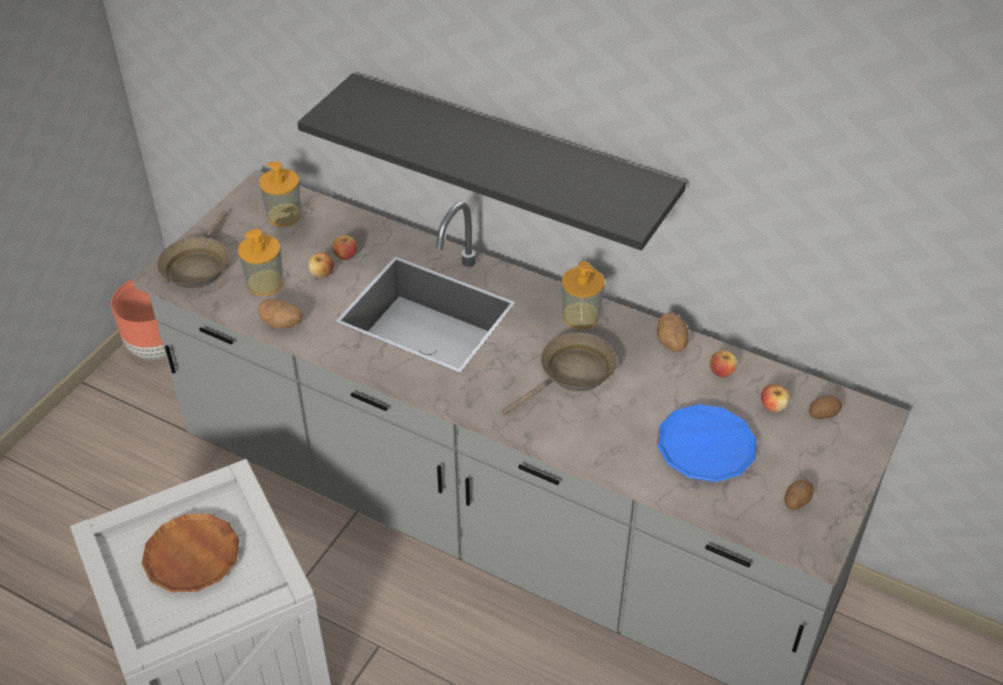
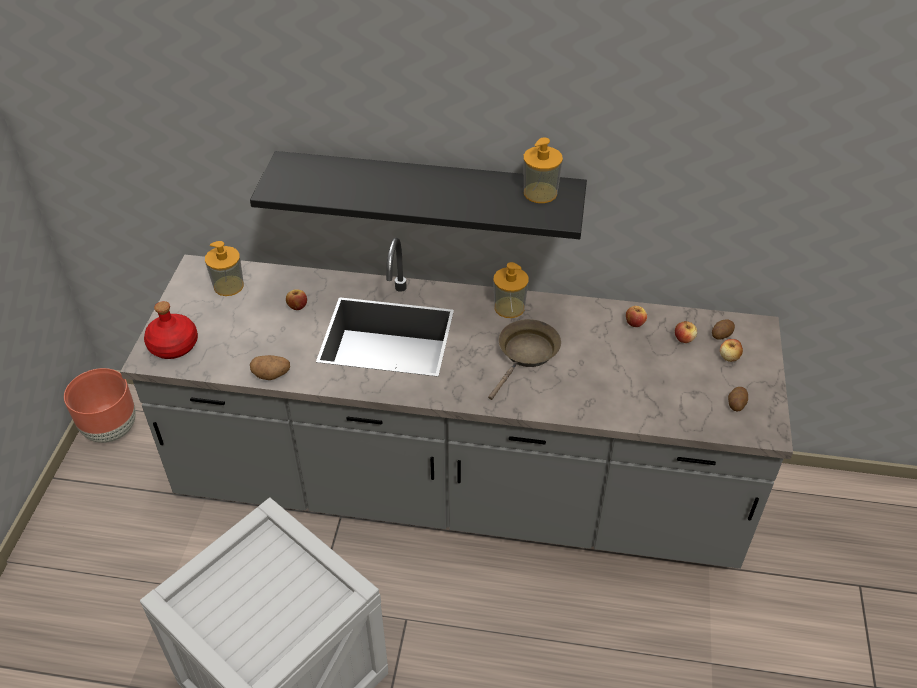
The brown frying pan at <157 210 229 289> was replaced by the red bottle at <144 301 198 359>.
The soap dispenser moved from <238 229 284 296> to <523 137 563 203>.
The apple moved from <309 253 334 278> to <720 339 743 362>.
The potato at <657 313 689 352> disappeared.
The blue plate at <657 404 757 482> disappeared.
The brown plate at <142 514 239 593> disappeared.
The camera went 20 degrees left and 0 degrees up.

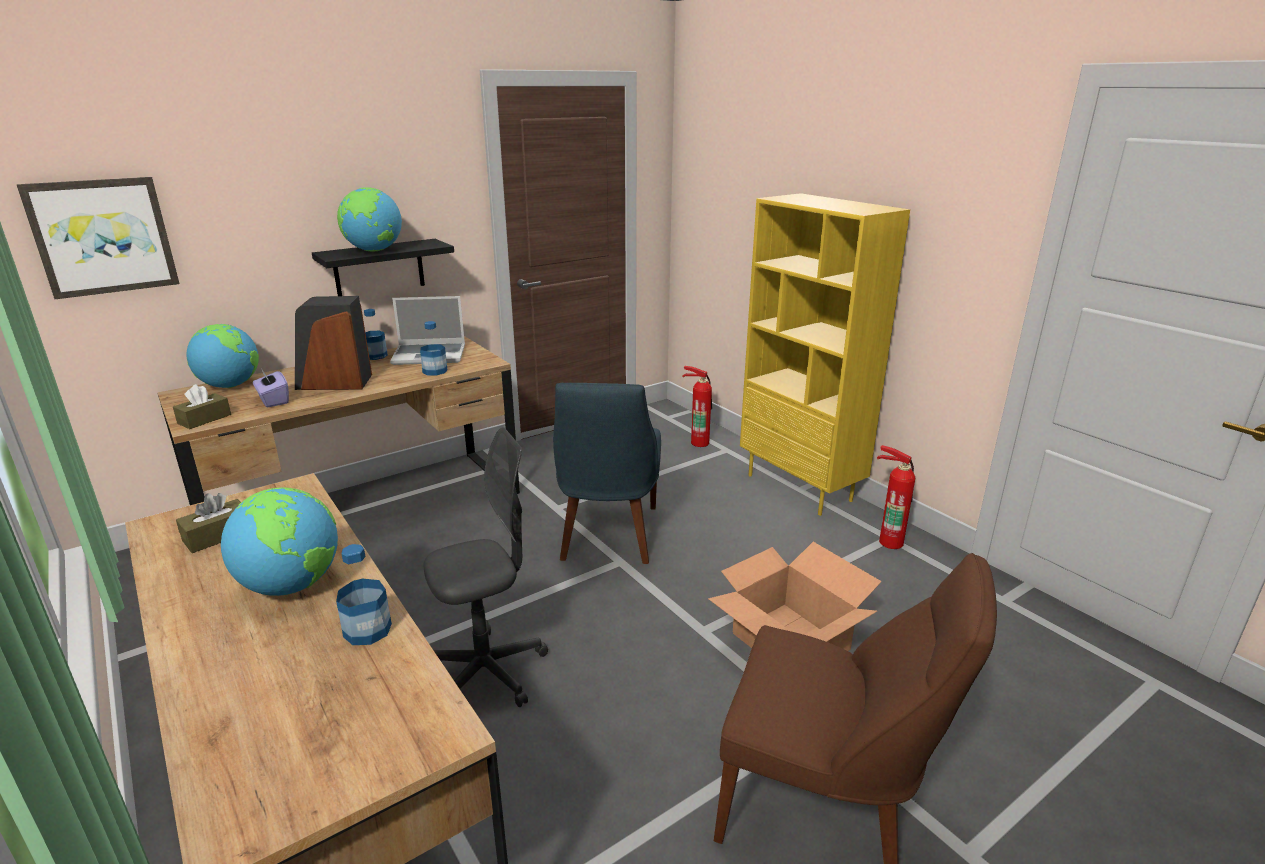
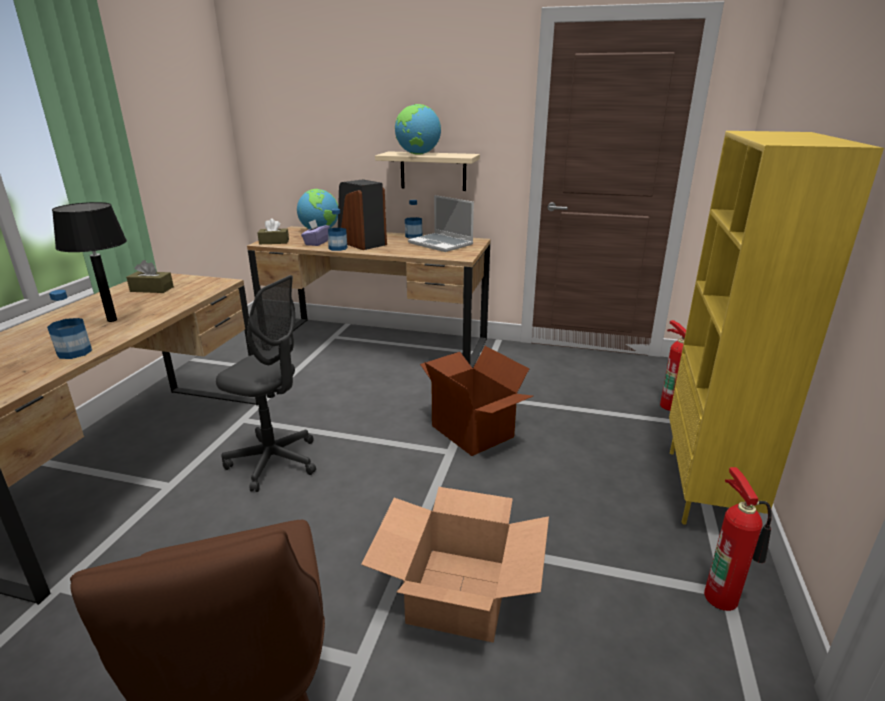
The picture at <17 177 180 299> disappeared.
The black shelf at <312 239 454 296> became the beige shelf at <375 151 480 191>.
The bottle moved from <420 321 447 375> to <328 209 348 251>.
The blue chair at <553 383 661 564> was replaced by the cardboard box at <420 346 533 456>.
The globe at <221 488 338 596> was replaced by the black table lamp at <52 202 127 322>.
The camera went 50 degrees right and 0 degrees up.

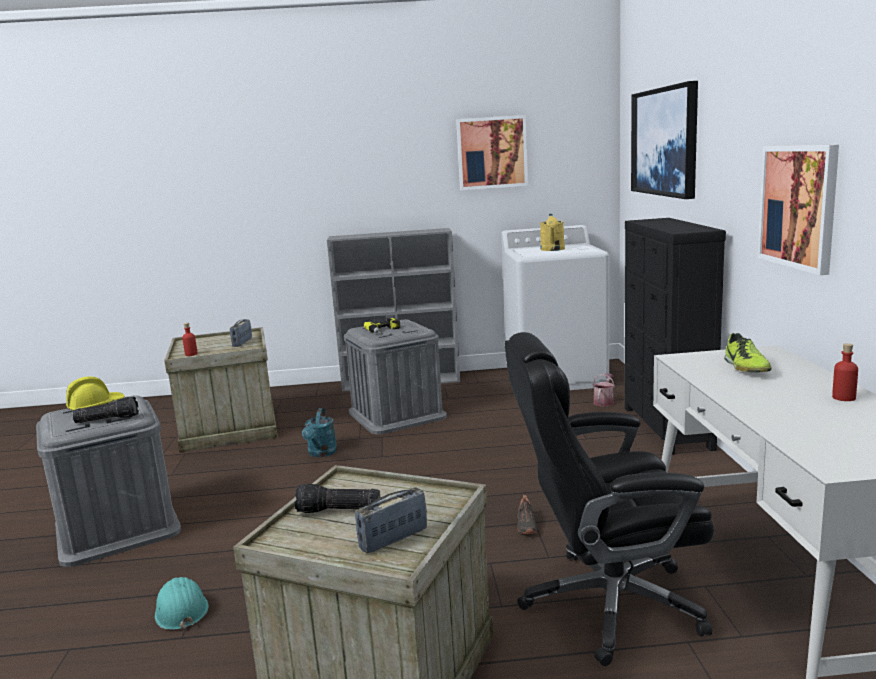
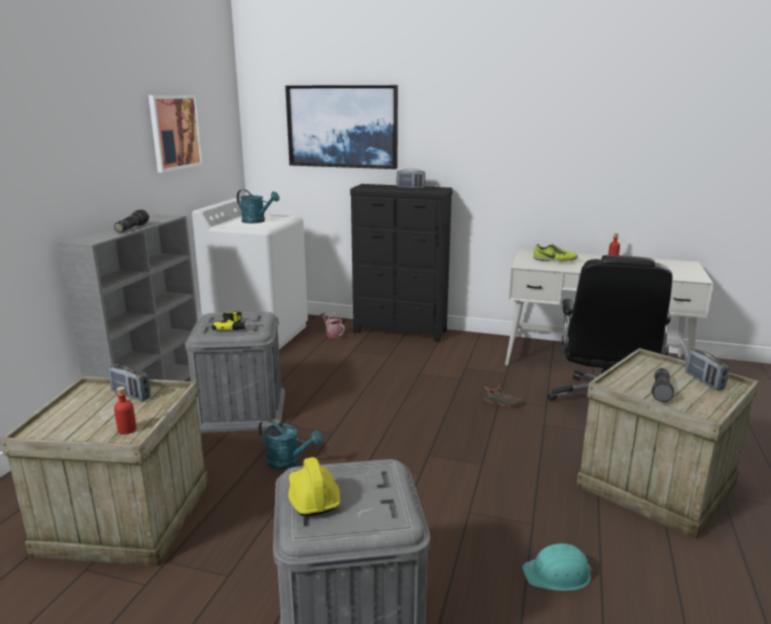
The picture at <757 145 839 275> disappeared.
The yellow watering can at <540 214 565 251> became the turquoise watering can at <237 189 280 223>.
The flashlight moved from <72 397 139 423> to <114 210 149 233>.
The radio at <397 169 425 188> appeared.
The camera went 70 degrees left and 5 degrees up.

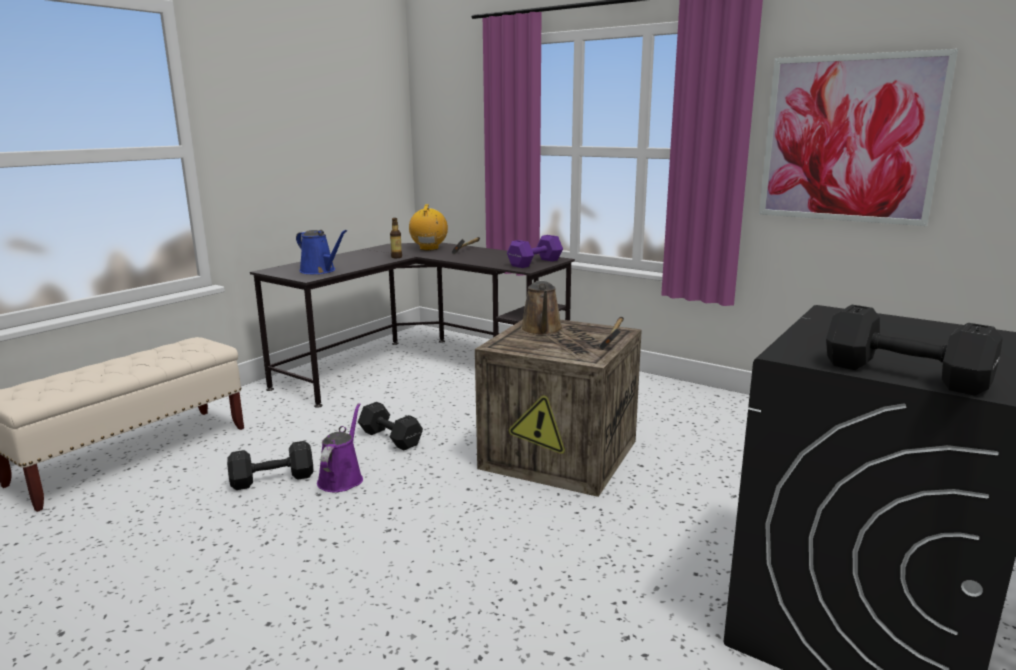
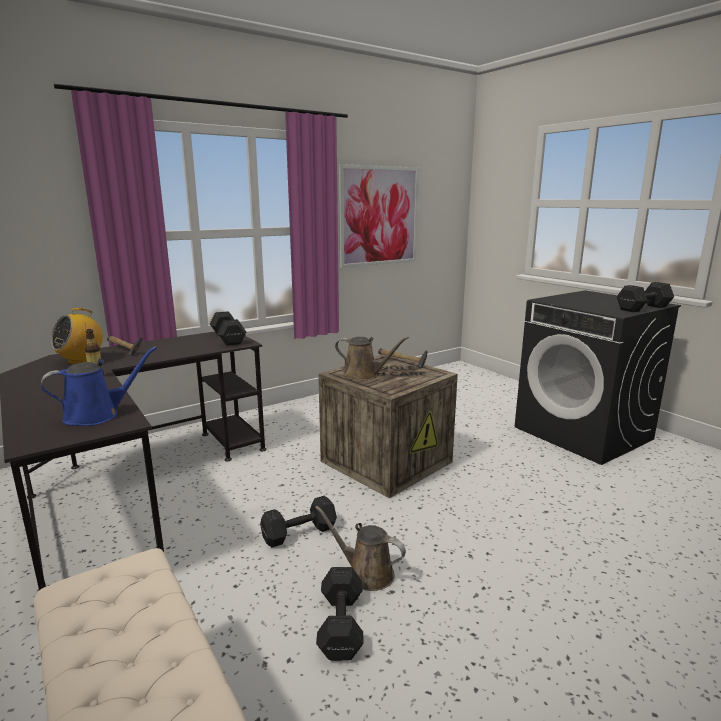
The radio at <409 204 448 251> turned 75 degrees counterclockwise.
The purple dumbbell at <507 235 563 268> became the black dumbbell at <210 311 246 346>.
The purple watering can at <317 403 363 492> became the brown watering can at <315 506 406 591>.
The camera went 70 degrees left and 0 degrees up.

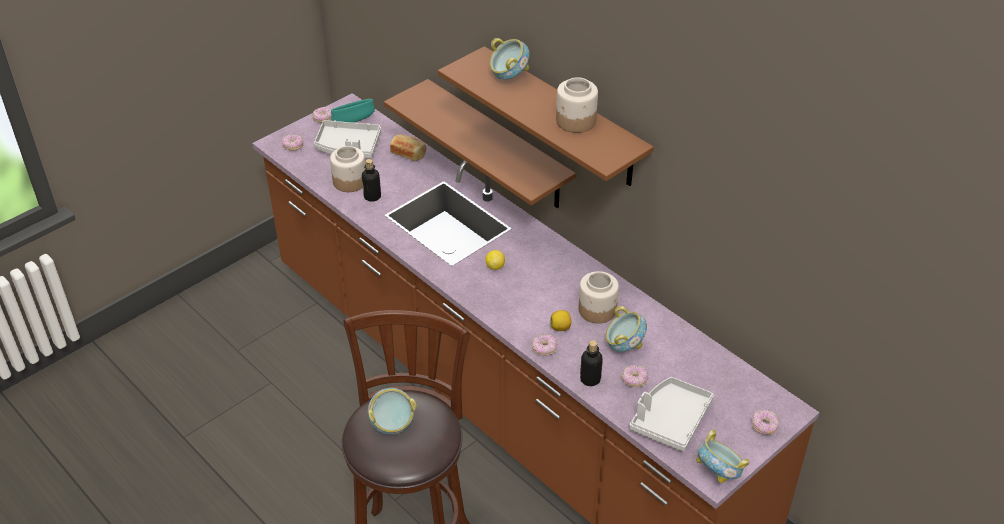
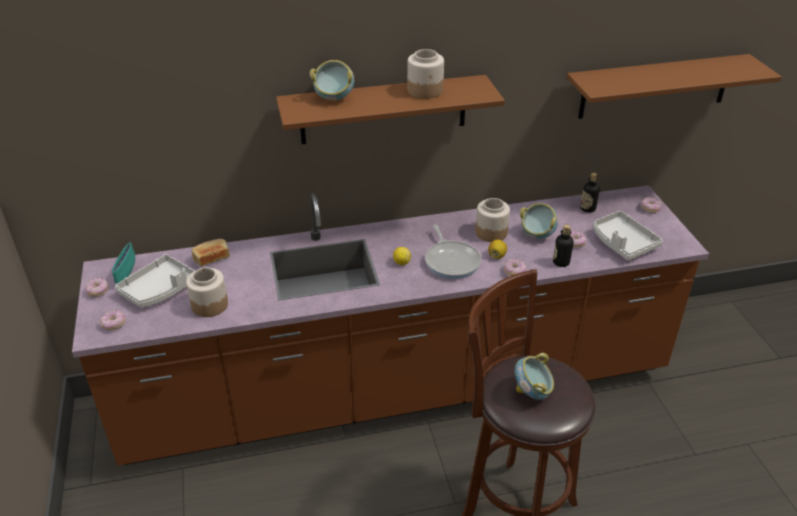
The brown shelf moved from <384 79 576 209> to <567 54 782 119>.
The bottle moved from <362 159 381 202> to <580 173 600 213>.
The bowl at <696 430 750 483> disappeared.
The frying pan at <425 224 481 279> appeared.
The camera went 60 degrees left and 5 degrees down.

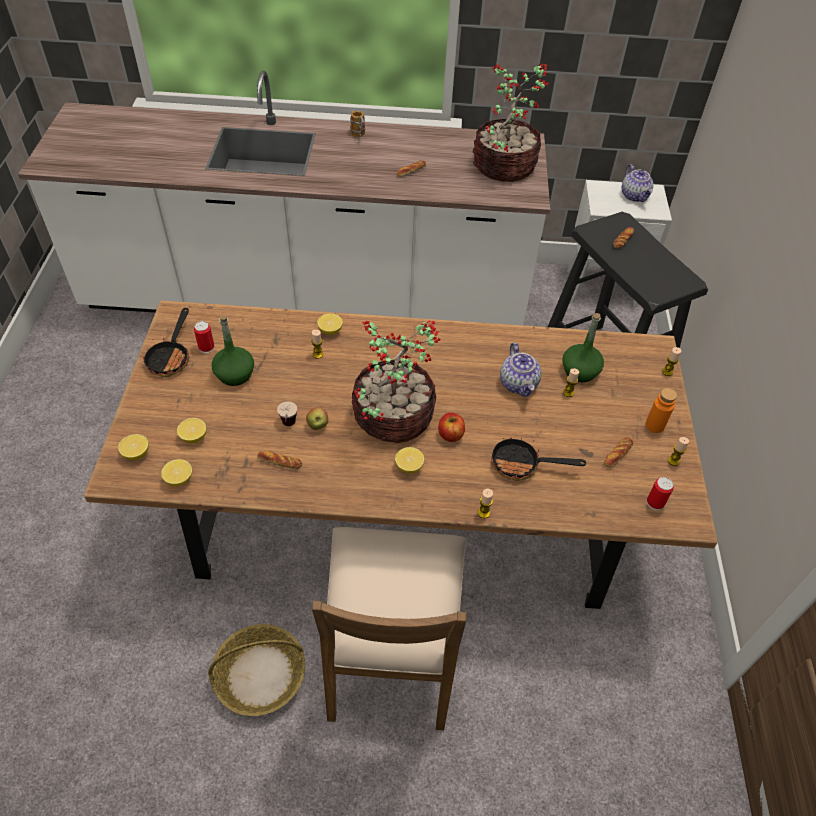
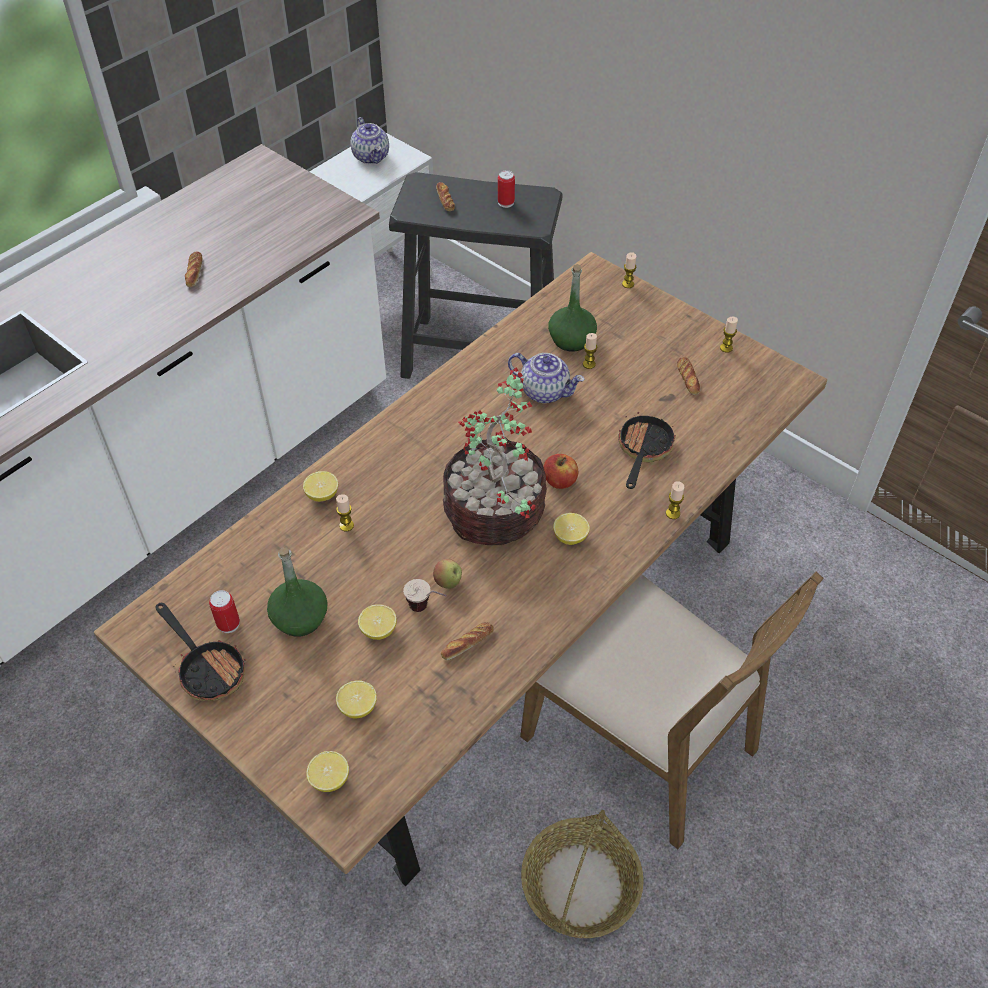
The potted plant at <473 63 549 182> disappeared.
The mug at <350 111 366 137> disappeared.
The teapot at <622 164 654 202> turned 45 degrees clockwise.
The orange bottle at <645 388 677 433> disappeared.
The frying pan at <491 438 586 481> turned 150 degrees clockwise.
The lemon moved from <161 459 192 486> to <358 604 397 640>.
The can moved from <647 477 674 510> to <498 170 515 208>.
The camera went 50 degrees left and 0 degrees up.

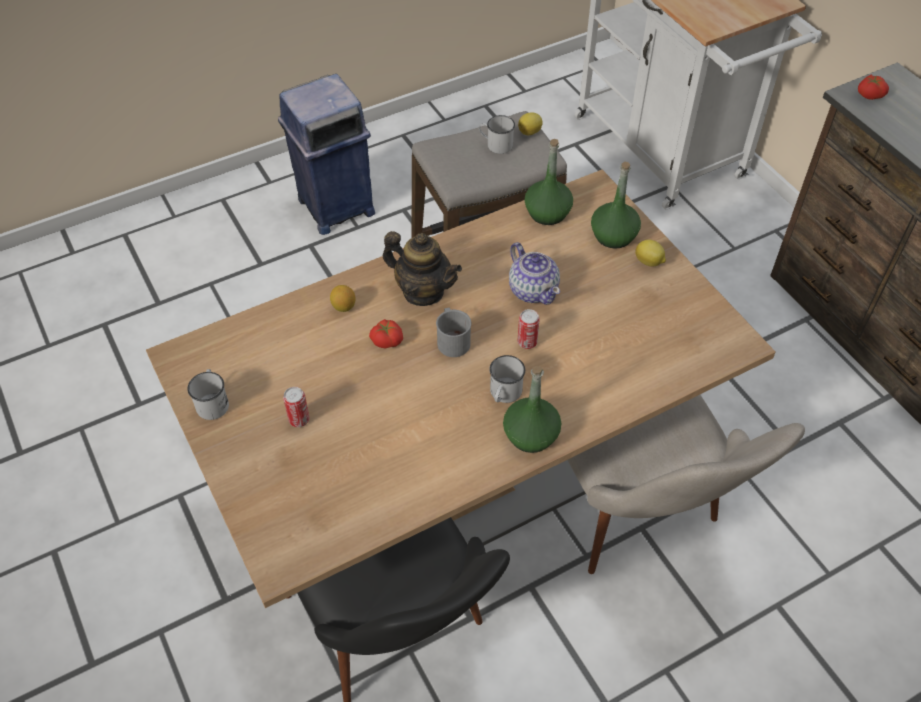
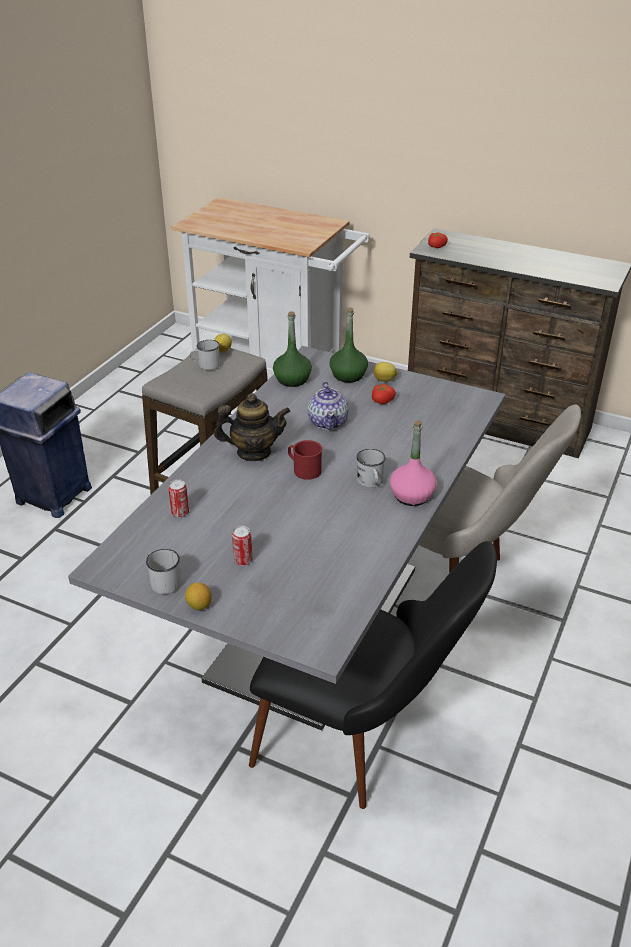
The brown dining table at <146 170 776 608> became the grey dining table at <68 346 506 730>.
The teapot at <509 242 560 305> turned 60 degrees clockwise.
The lemon moved from <330 285 355 312> to <185 582 212 610>.
The grey mug at <436 308 471 357> became the red mug at <288 440 322 480>.
The can moved from <517 309 540 349> to <168 479 189 518>.
The tomato moved from <369 319 403 349> to <372 384 396 404>.
The green bottle at <503 366 561 453> became the pink bottle at <390 420 437 506>.
The camera went 35 degrees left and 15 degrees down.

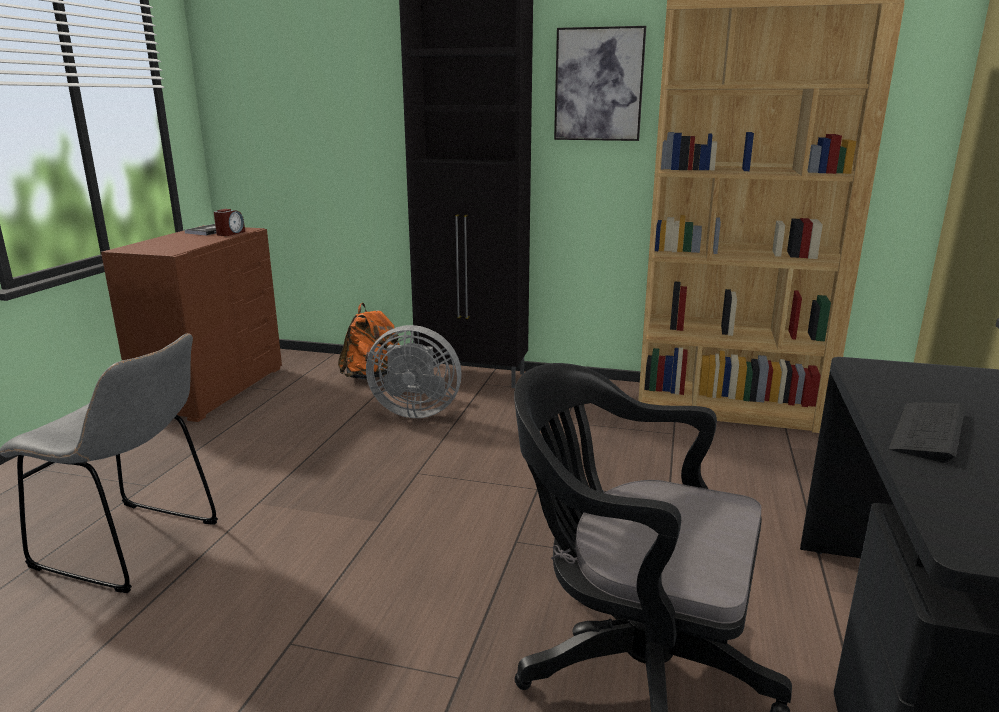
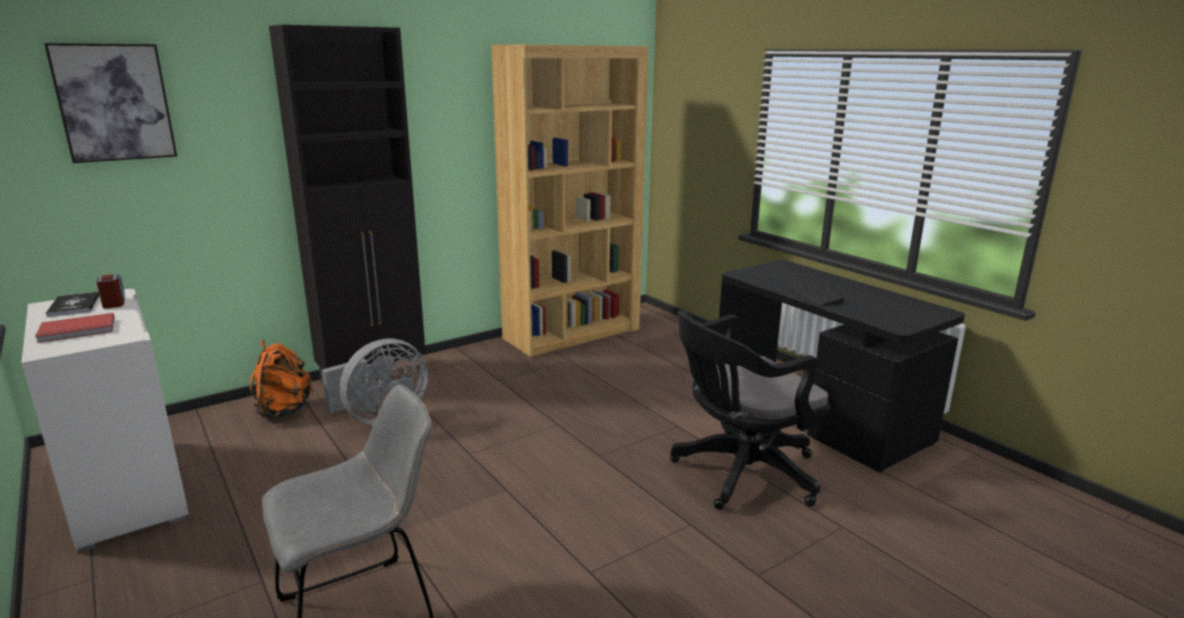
The picture moved from <554 26 646 141> to <44 43 177 163>.
The brown dresser at <101 225 282 422> became the white dresser at <21 289 189 553>.
The red book at <35 313 115 343> appeared.
The camera went 50 degrees left and 0 degrees up.

